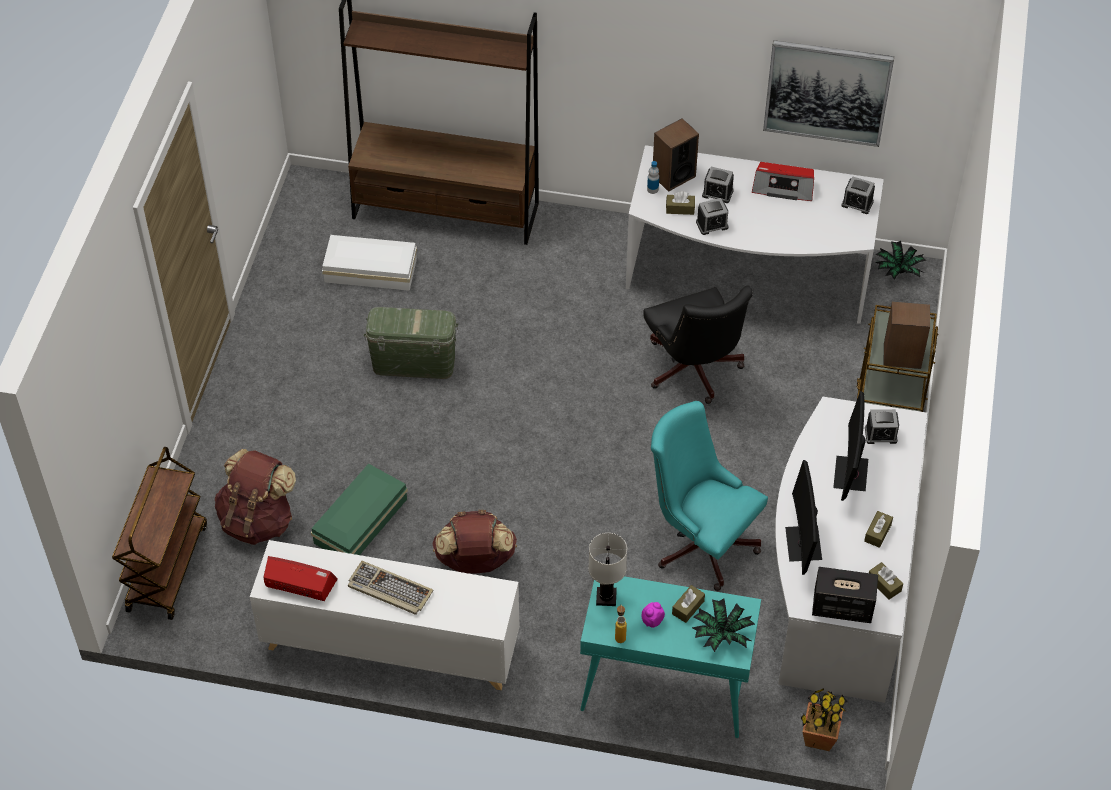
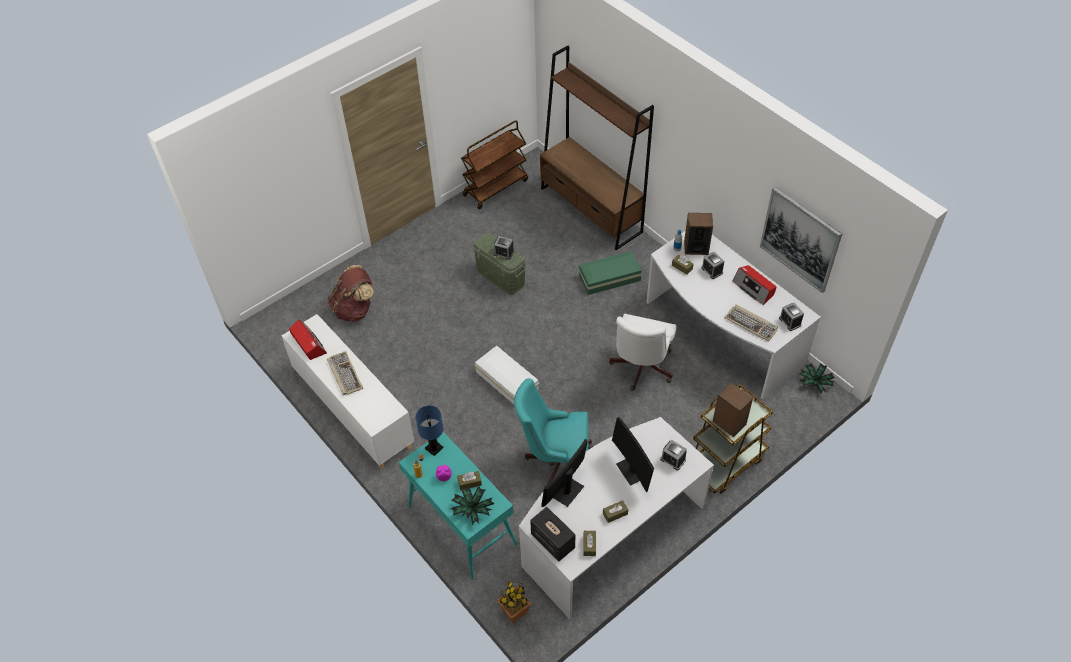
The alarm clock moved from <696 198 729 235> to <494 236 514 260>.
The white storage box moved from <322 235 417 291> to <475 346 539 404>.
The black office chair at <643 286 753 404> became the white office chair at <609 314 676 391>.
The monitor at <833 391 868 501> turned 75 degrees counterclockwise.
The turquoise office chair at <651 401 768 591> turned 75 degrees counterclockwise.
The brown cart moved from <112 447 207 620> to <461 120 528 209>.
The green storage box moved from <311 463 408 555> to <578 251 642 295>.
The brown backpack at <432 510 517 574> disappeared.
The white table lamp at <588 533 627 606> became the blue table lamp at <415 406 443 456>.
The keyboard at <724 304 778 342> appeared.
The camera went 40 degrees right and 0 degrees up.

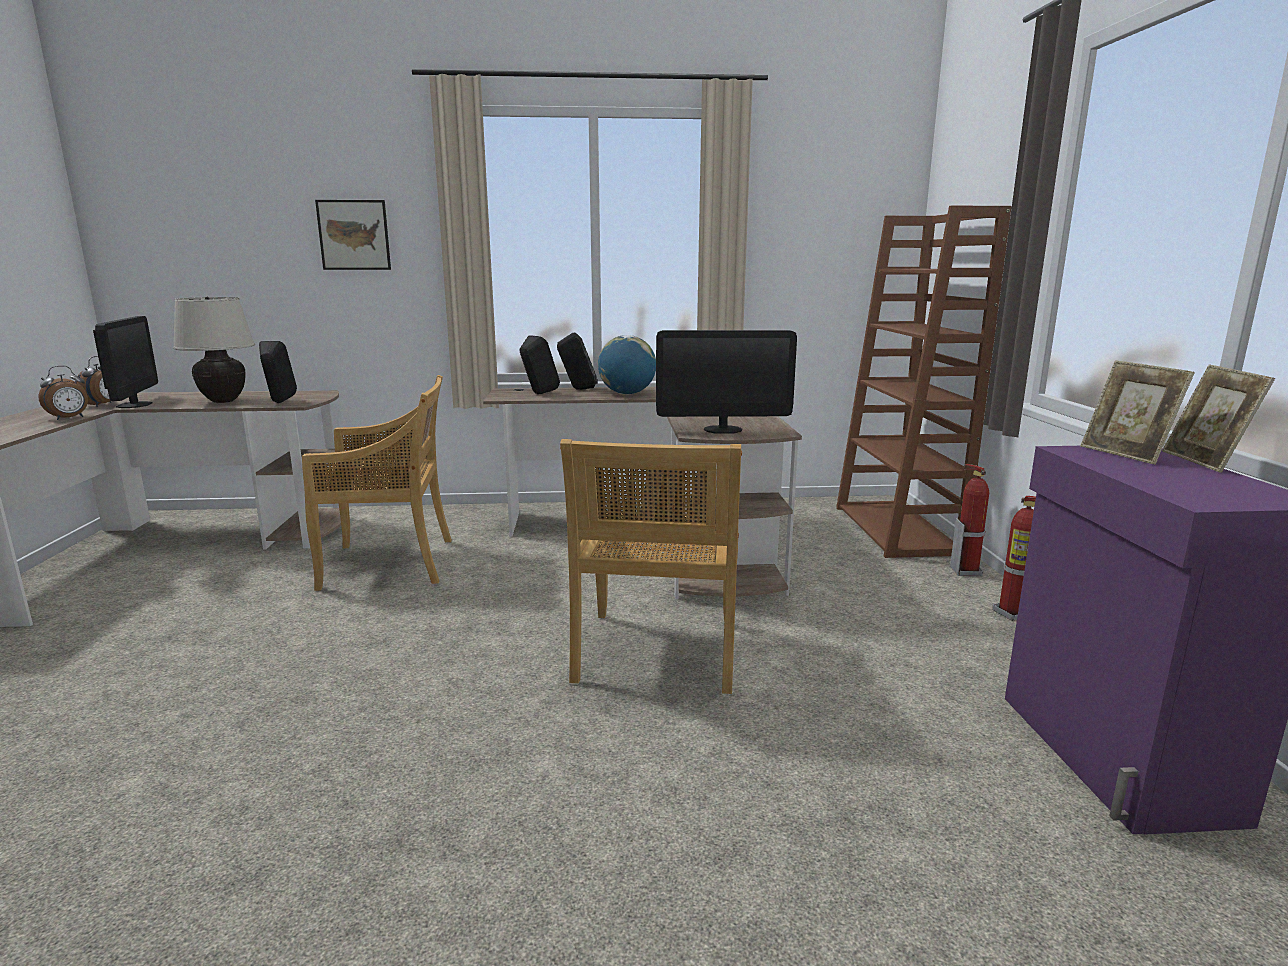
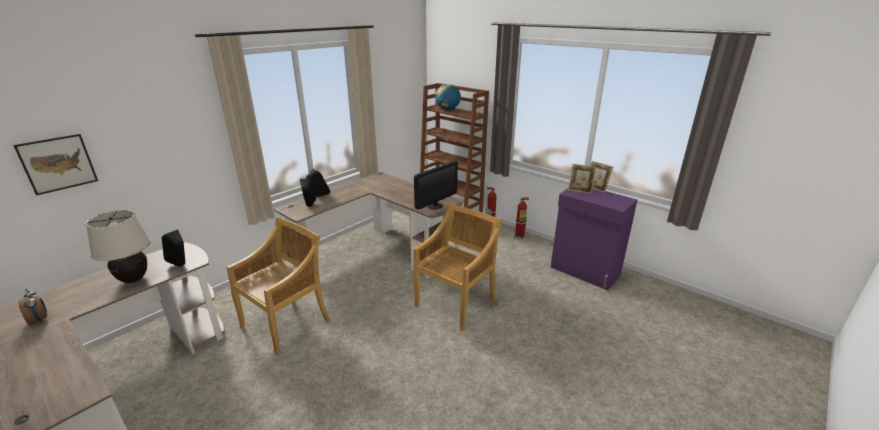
The picture moved from <315 200 391 270> to <13 134 98 195>.
The monitor at <93 316 158 408> disappeared.
The globe moved from <598 335 656 394> to <435 84 461 110>.
The alarm clock at <38 365 88 420> disappeared.
The beige chair at <560 439 742 694> turned 105 degrees counterclockwise.
The camera went 45 degrees left and 10 degrees up.

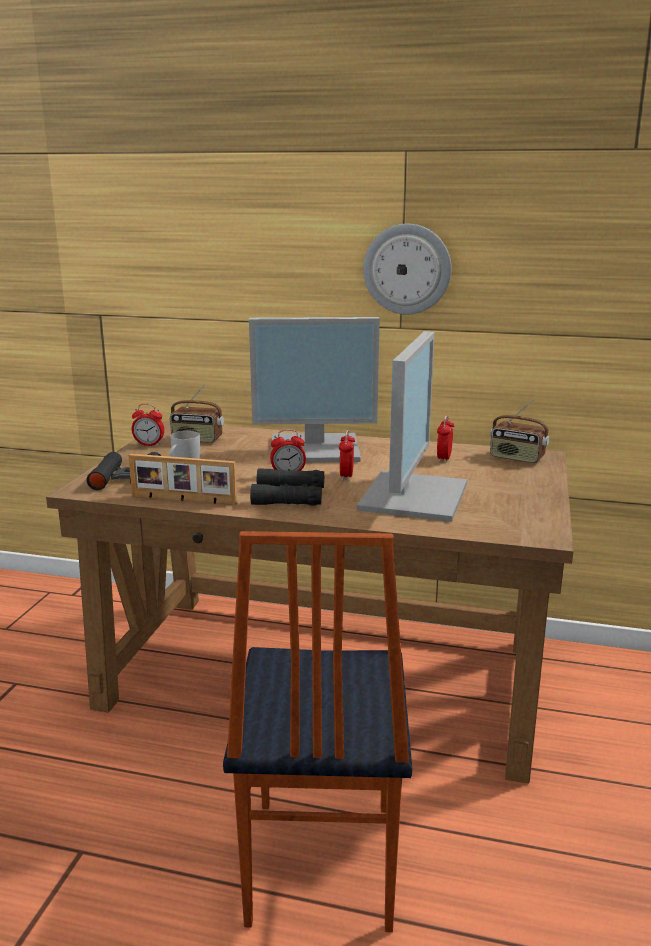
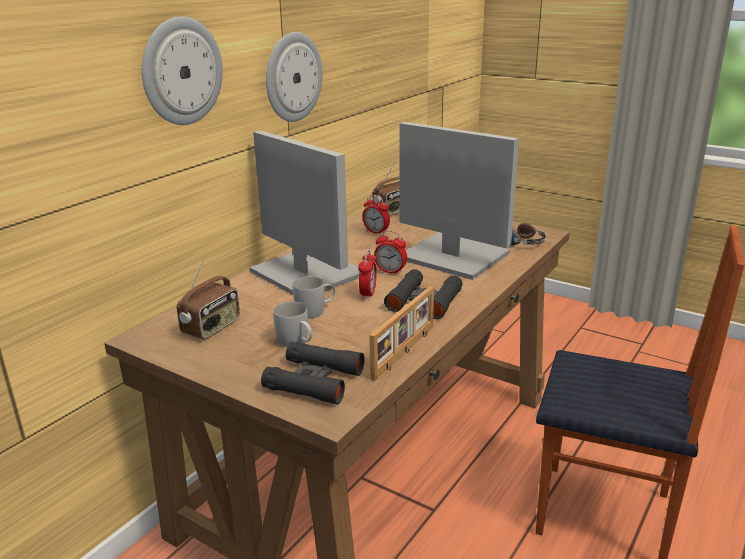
The monitor at <249 317 380 463> turned 60 degrees counterclockwise.
The alarm clock at <132 404 164 446> disappeared.
The wall clock at <142 16 223 125> appeared.
The headphones at <511 223 546 245> appeared.
The white mug at <292 276 335 319> appeared.
The camera went 70 degrees left and 5 degrees up.

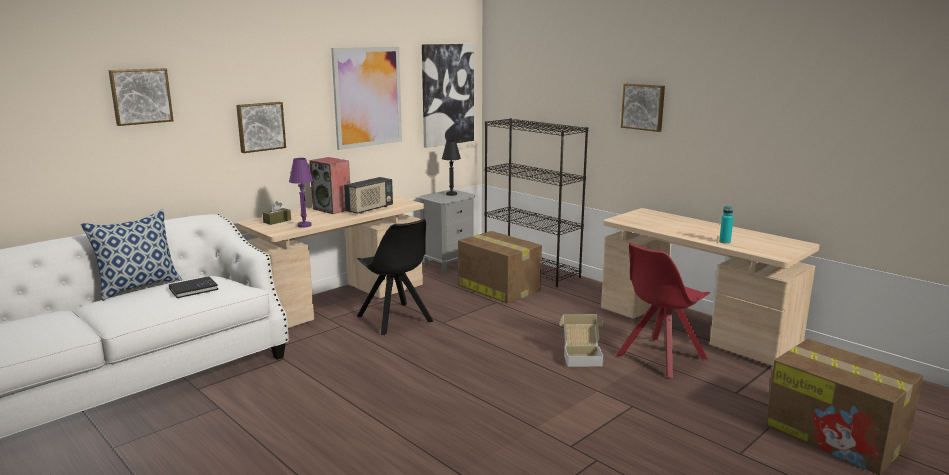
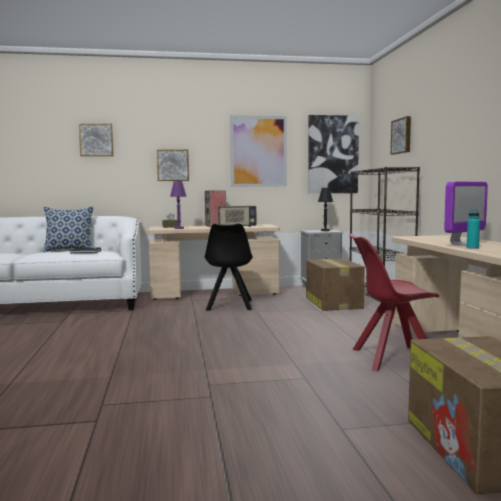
The picture moved from <621 84 665 132> to <391 116 411 155>.
The cardboard box at <560 314 603 367> disappeared.
The monitor at <444 182 488 246> appeared.
The camera went 35 degrees right and 10 degrees down.

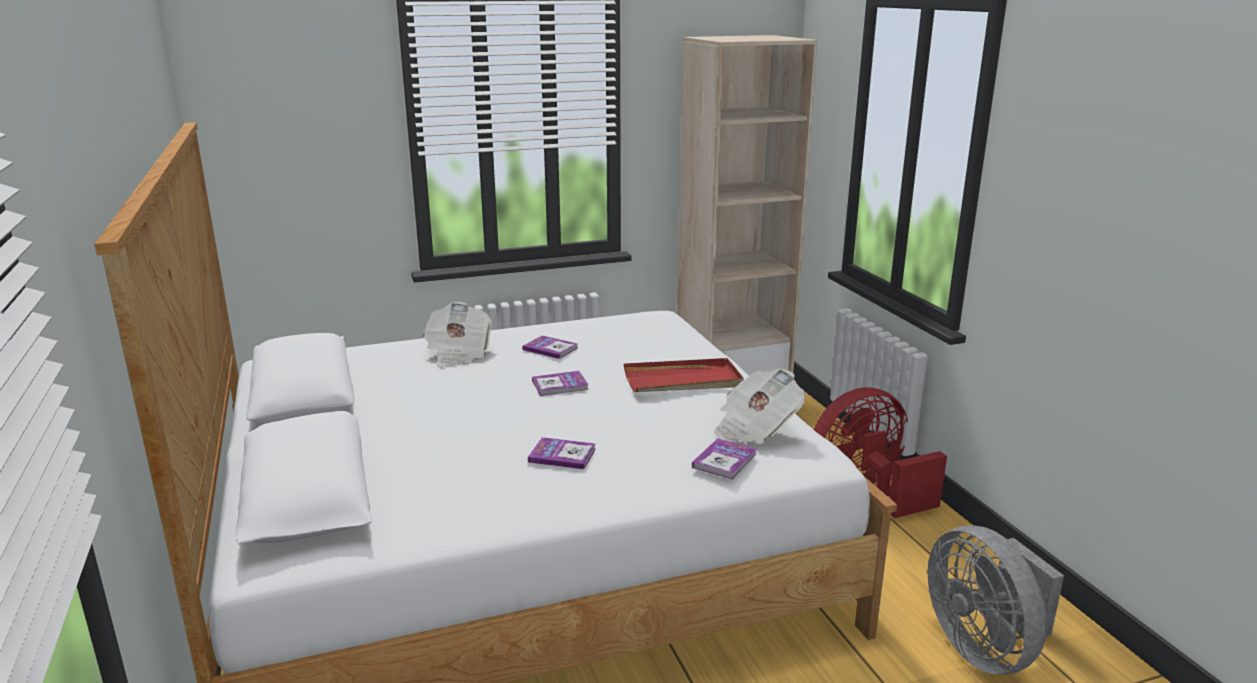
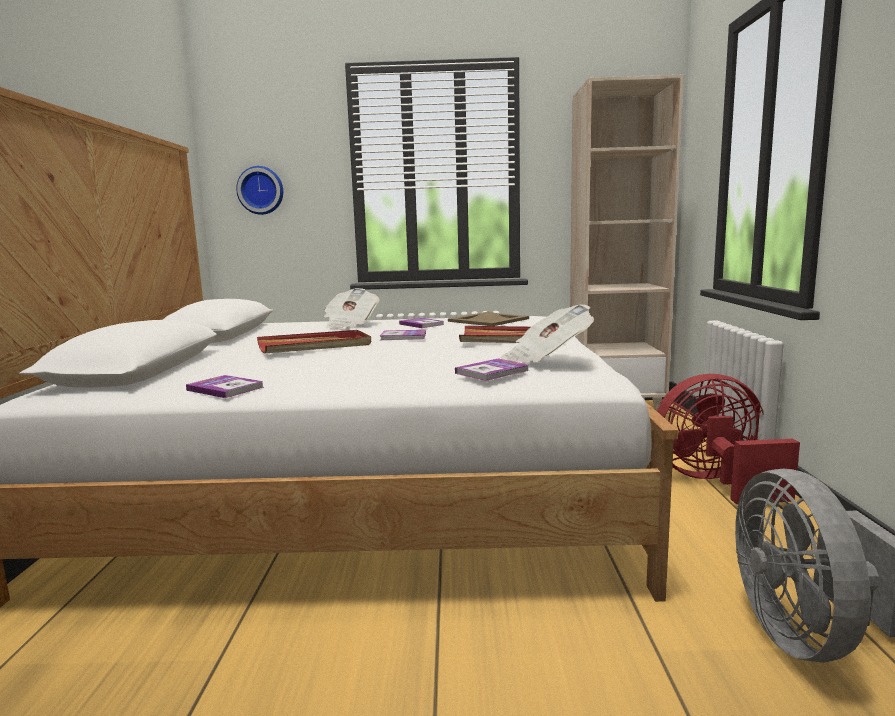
The book moved from <528 437 596 469> to <186 375 264 398>.
The wall clock at <236 166 283 215> appeared.
The beige tray at <448 311 529 326> appeared.
The red tray at <257 330 371 354> appeared.
The camera went 20 degrees right and 10 degrees down.

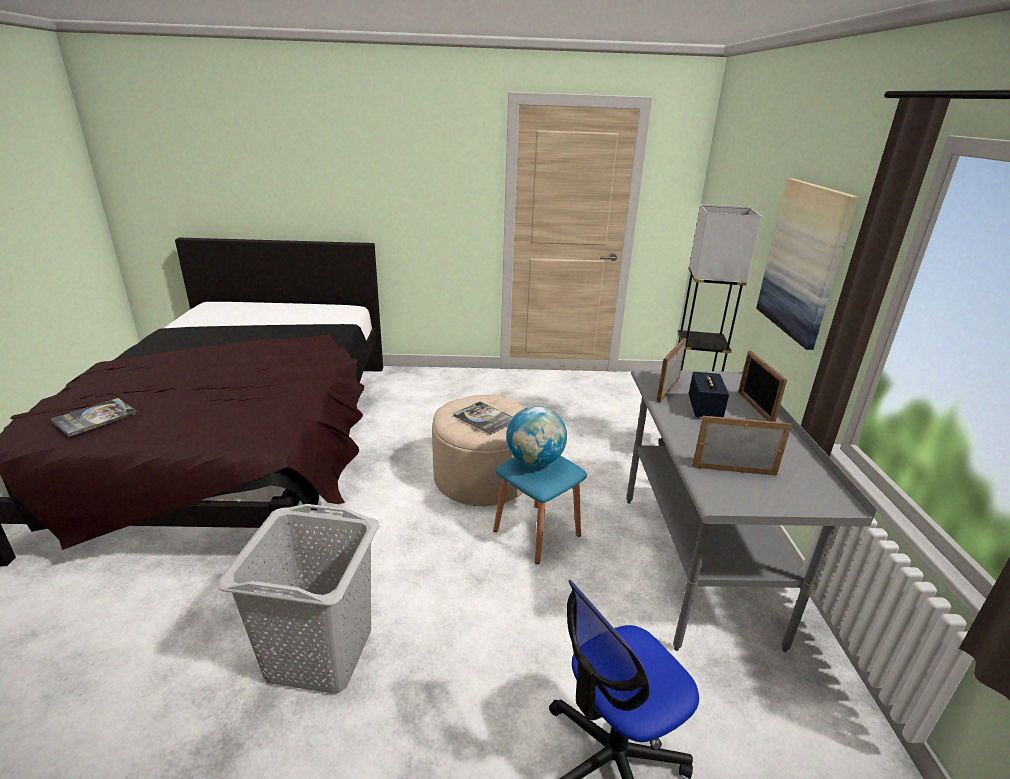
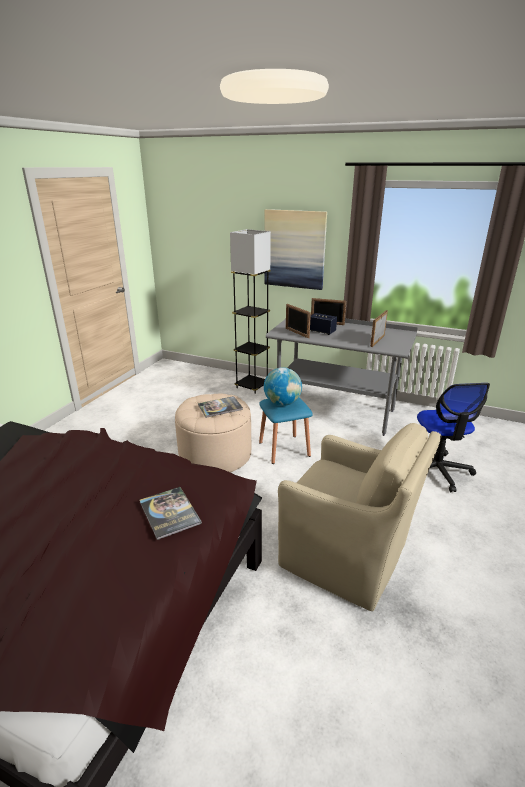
The book moved from <50 398 138 437> to <140 487 202 540>.
The grey laundry basket at <217 504 379 694> was replaced by the beige armchair at <278 423 441 611>.
The camera went 65 degrees left and 0 degrees up.

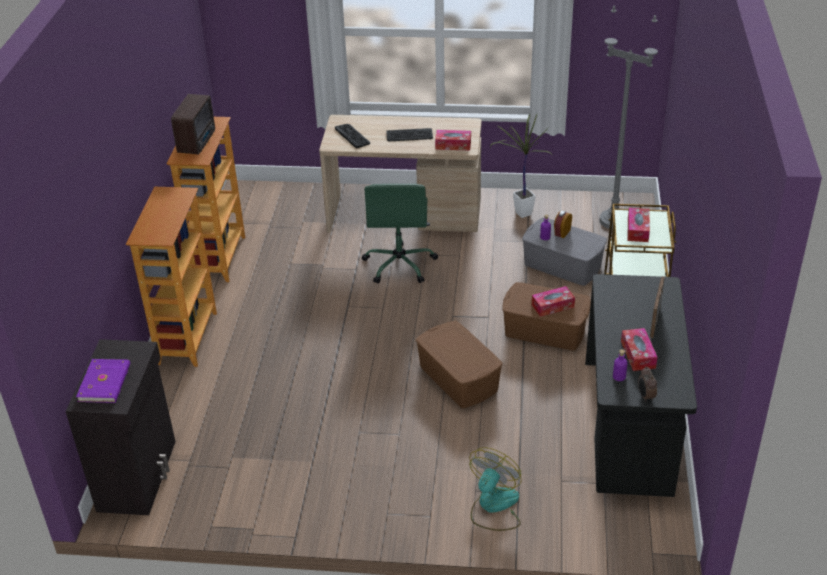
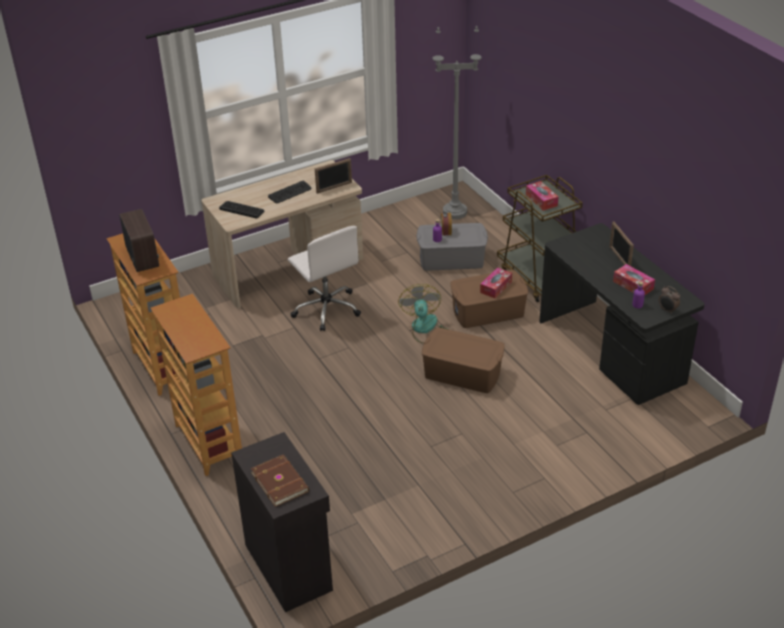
The potted plant at <490 113 553 218> disappeared.
The tissue box at <435 130 471 151> was replaced by the picture frame at <315 158 352 194>.
The green office chair at <362 184 438 284> became the white office chair at <288 226 361 331>.
The purple book at <76 359 130 403> became the brown book at <251 454 309 507>.
The fan moved from <469 448 522 531> to <398 284 450 343>.
The camera went 35 degrees left and 0 degrees up.

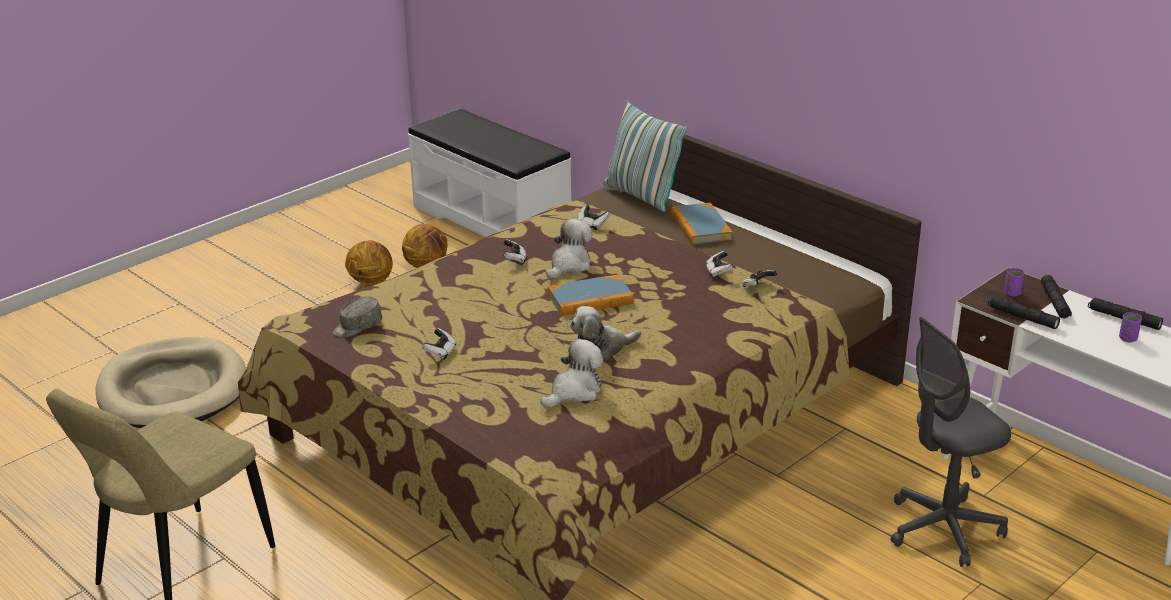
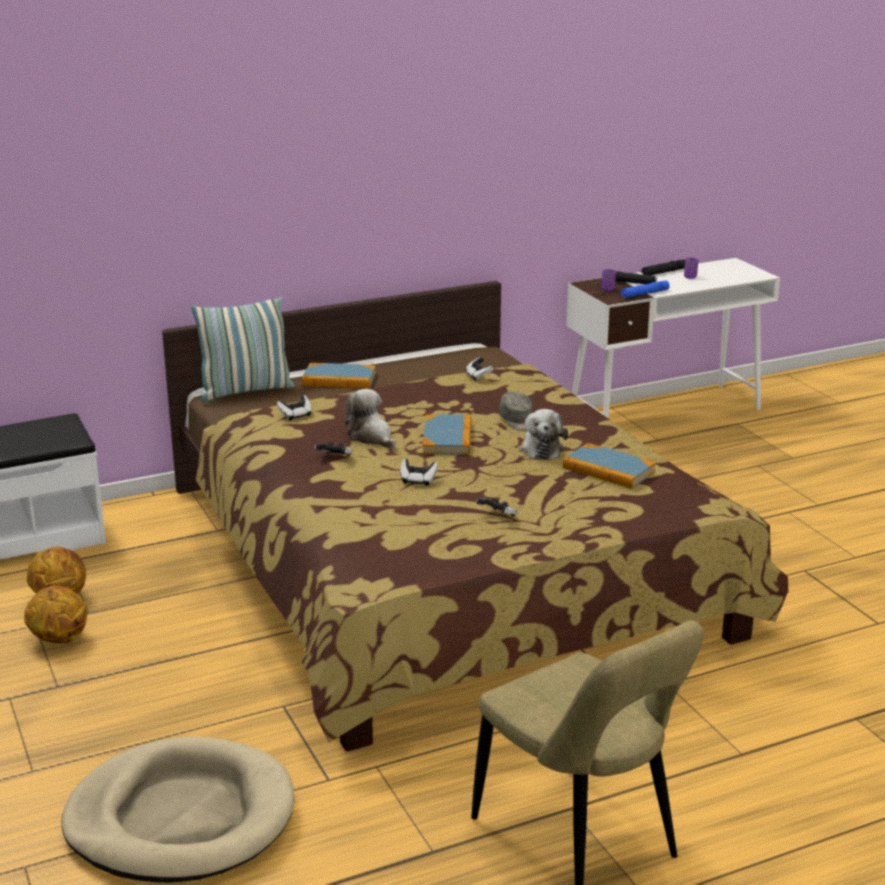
The game controller moved from <706 251 733 278> to <400 459 438 486>.
The grey cap moved from <333 296 382 337> to <499 392 532 431>.
The black flashlight at <988 296 1060 329> became the blue flashlight at <620 280 670 298>.
The grey office chair at <891 317 1011 567> disappeared.
The plush toy at <540 339 603 408> was replaced by the book at <563 443 656 489>.
The camera went 70 degrees left and 5 degrees down.

